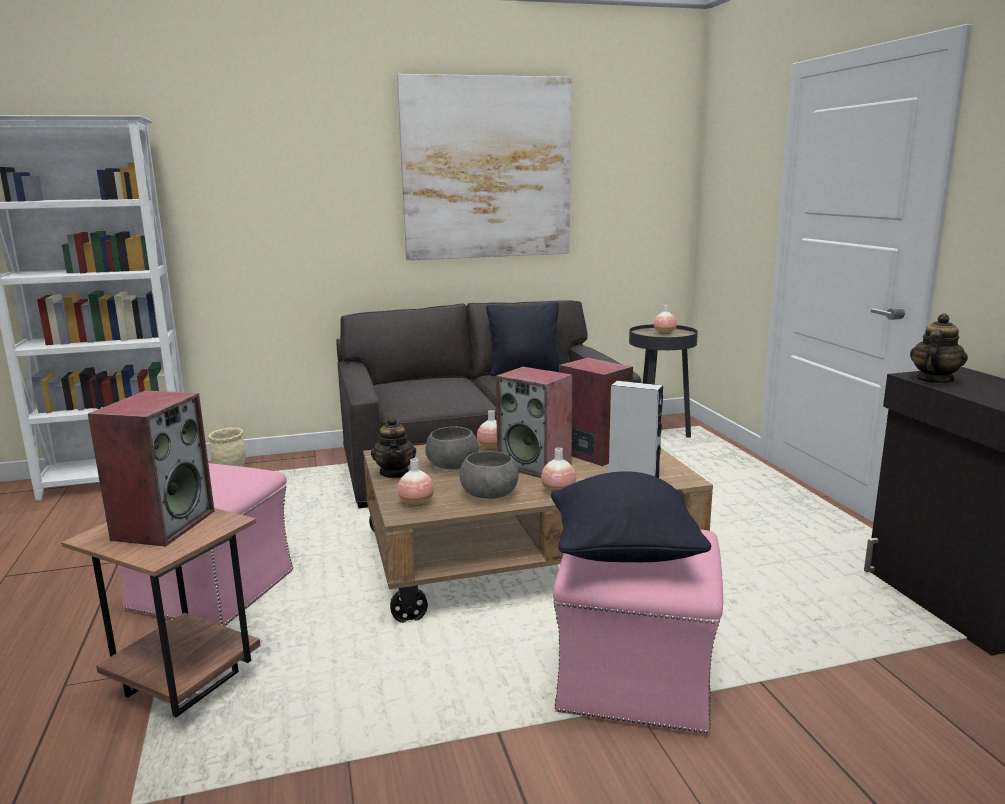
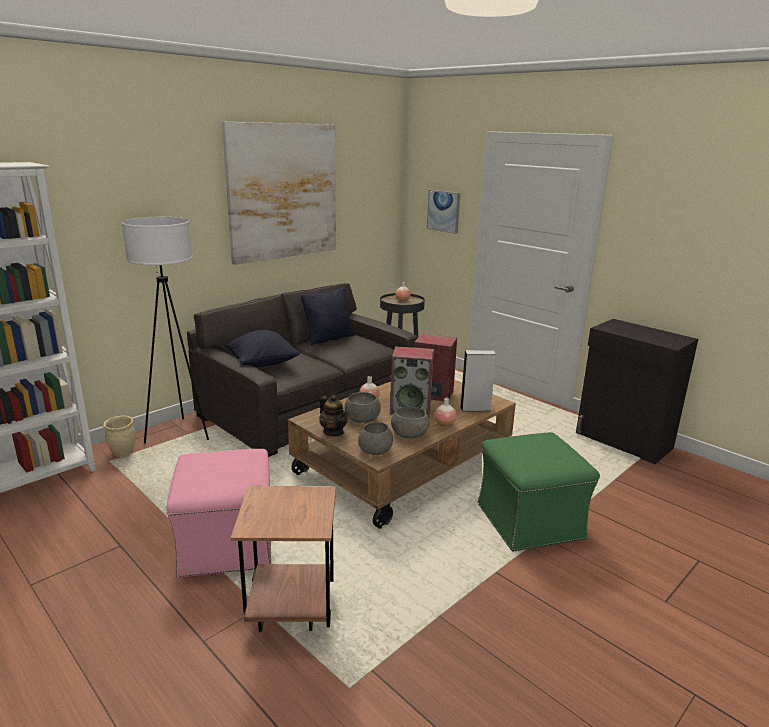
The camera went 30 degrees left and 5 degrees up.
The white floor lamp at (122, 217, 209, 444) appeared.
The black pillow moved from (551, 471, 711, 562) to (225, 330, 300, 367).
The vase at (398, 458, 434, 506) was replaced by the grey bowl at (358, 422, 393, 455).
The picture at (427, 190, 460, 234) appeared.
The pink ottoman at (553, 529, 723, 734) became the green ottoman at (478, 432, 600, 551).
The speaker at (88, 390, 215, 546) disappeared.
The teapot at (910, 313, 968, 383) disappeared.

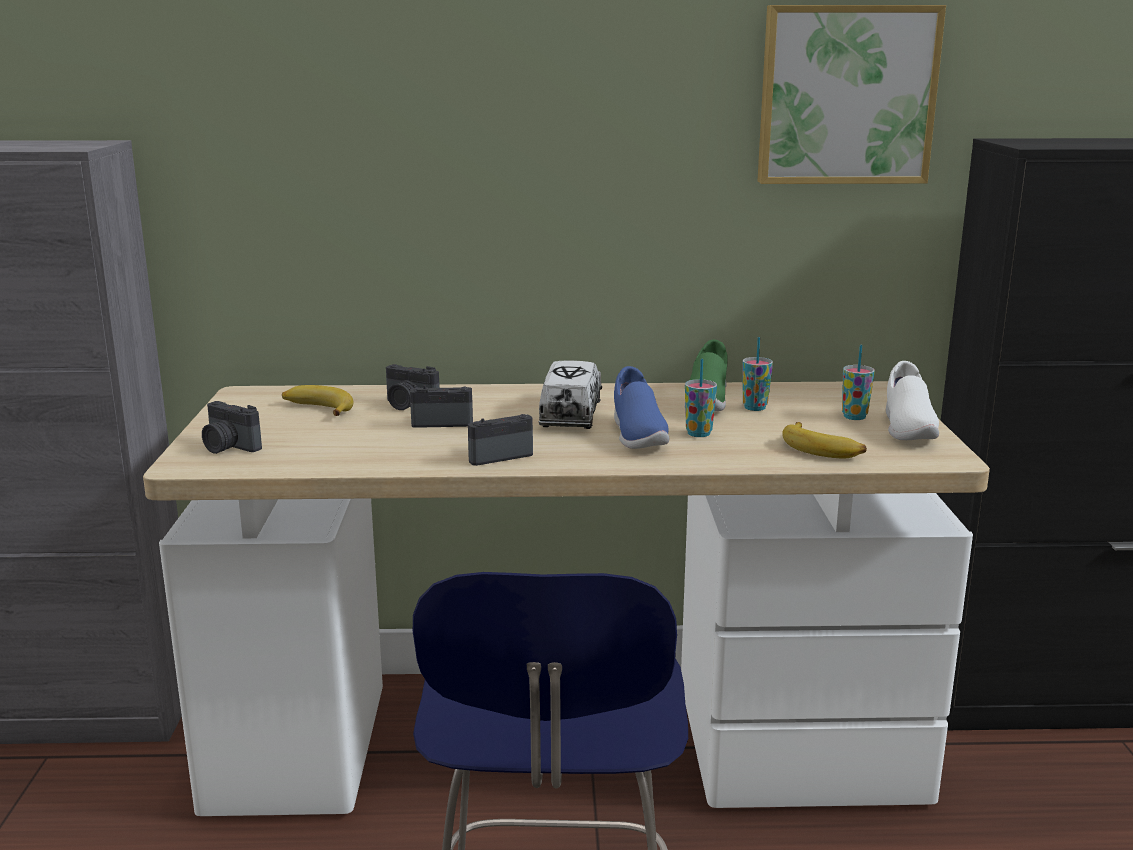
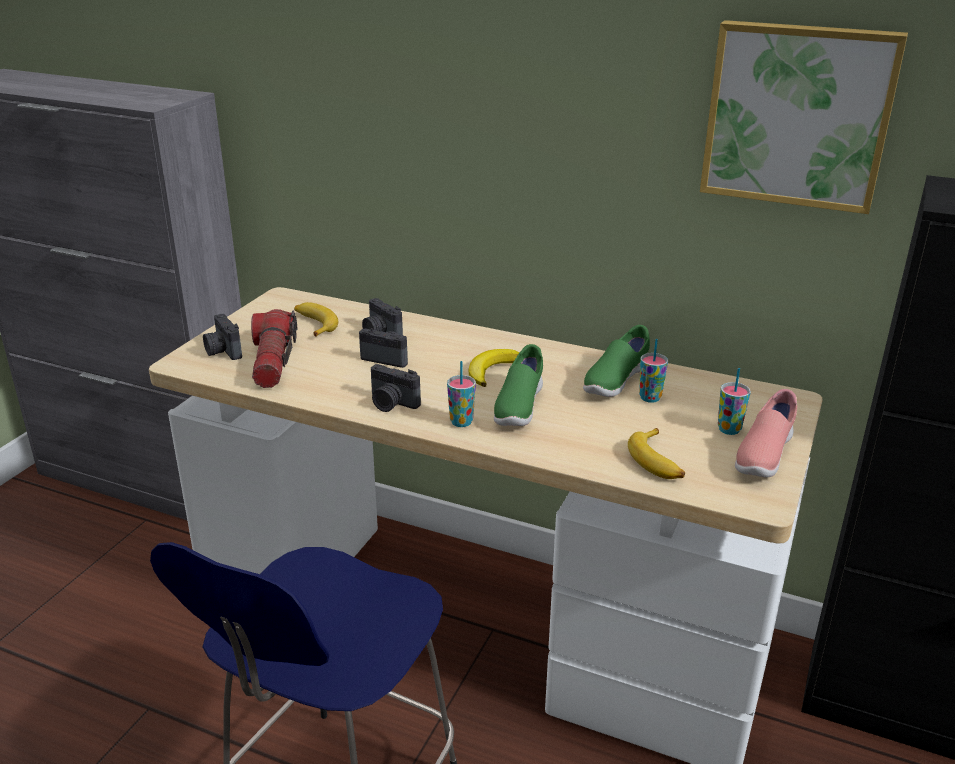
The camera went 25 degrees right and 10 degrees up.
The flashlight at (251, 309, 298, 388) appeared.
The photo camera at (468, 414, 533, 466) turned 150 degrees counterclockwise.
The cup moved from (685, 359, 717, 437) to (447, 361, 476, 427).
The toy truck at (539, 361, 602, 429) was replaced by the banana at (469, 349, 519, 387).
The blue shoe at (614, 366, 669, 449) became the green shoe at (494, 344, 543, 426).
The white shoe at (886, 361, 939, 440) became the pink shoe at (735, 389, 797, 477).

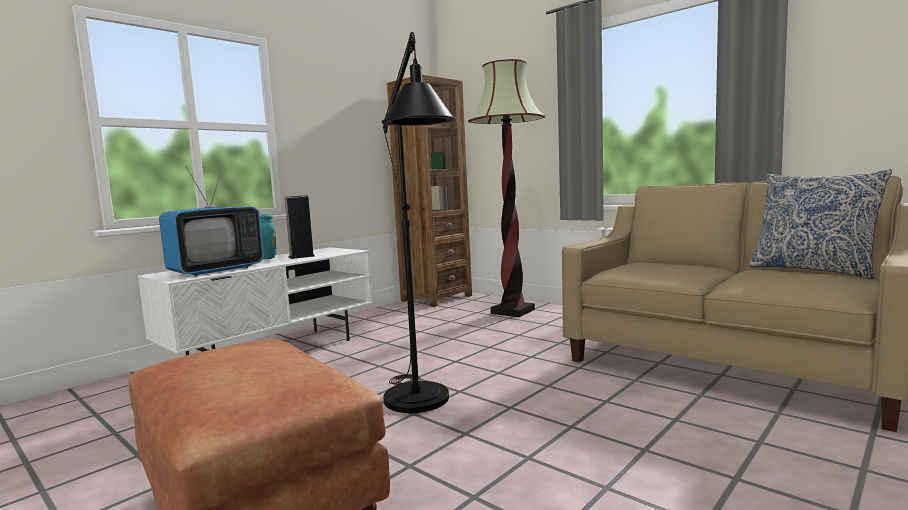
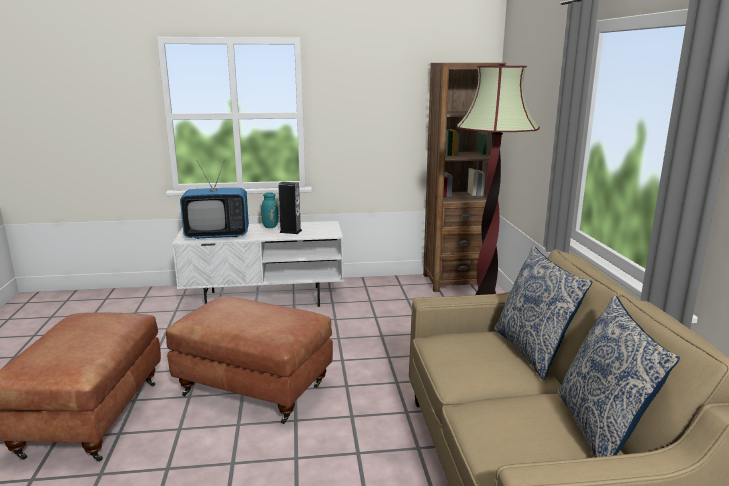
The camera went 40 degrees right and 10 degrees up.
The black floor lamp at (381, 32, 456, 413) was replaced by the brown ottoman at (166, 296, 333, 424).
The pillow at (494, 246, 592, 380) appeared.

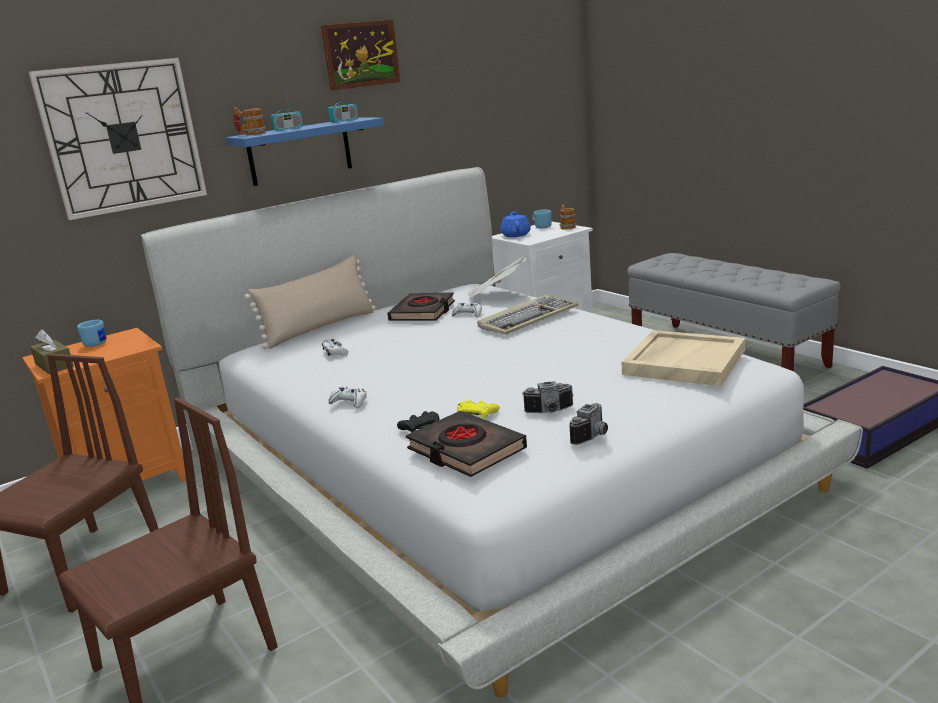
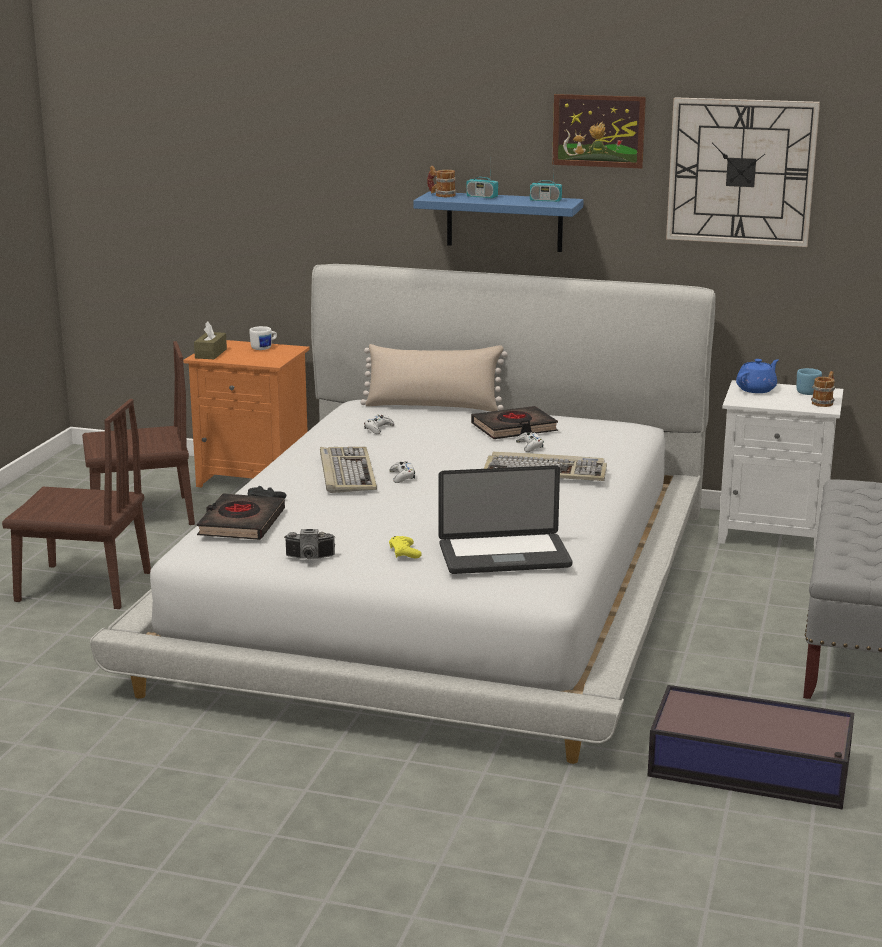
The camera went 50 degrees right and 0 degrees up.
The blue mug at (77, 320, 106, 347) became the white mug at (249, 326, 277, 350).
The keyboard at (320, 447, 377, 493) appeared.
The white game controller moved from (328, 387, 367, 408) to (389, 461, 415, 483).
The yellow game controller moved from (457, 399, 500, 419) to (389, 536, 422, 558).
The beige tray at (622, 330, 745, 386) was replaced by the laptop at (439, 465, 572, 574).
The wall clock moved from (28, 58, 207, 220) to (666, 97, 820, 247).
The newspaper at (468, 257, 527, 298) disappeared.
The photo camera at (522, 381, 573, 413) disappeared.

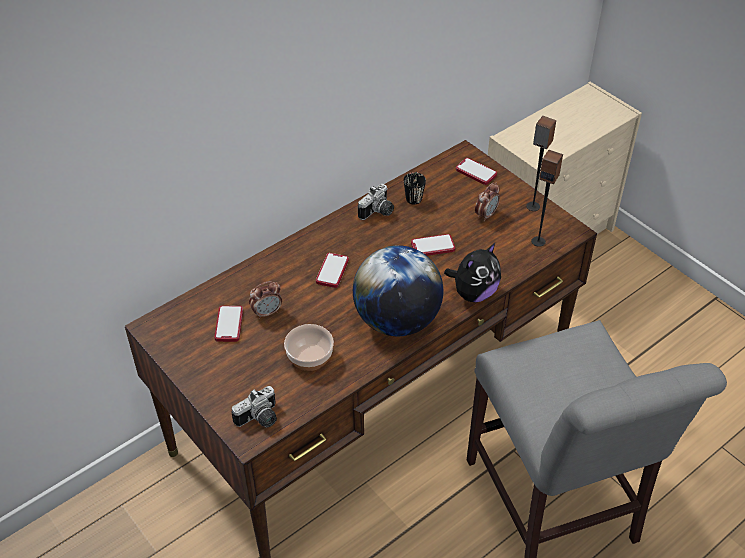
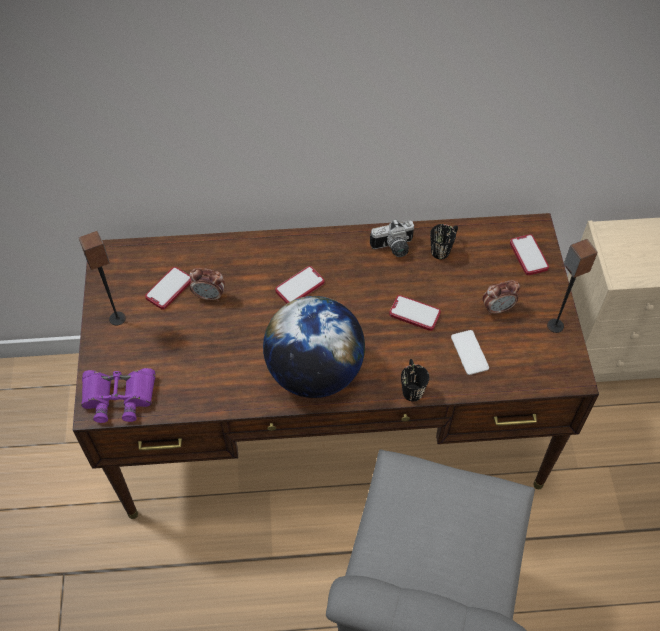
The camera went 35 degrees right and 10 degrees up.
The speaker moved from (531, 150, 563, 247) to (79, 231, 126, 325).
The photo camera at (231, 386, 277, 428) was replaced by the purple binoculars at (81, 368, 156, 423).
The plush toy at (444, 243, 501, 302) was replaced by the black mug at (401, 359, 429, 401).
The phone at (451, 330, 489, 375) appeared.
The bowl at (284, 324, 334, 371) disappeared.

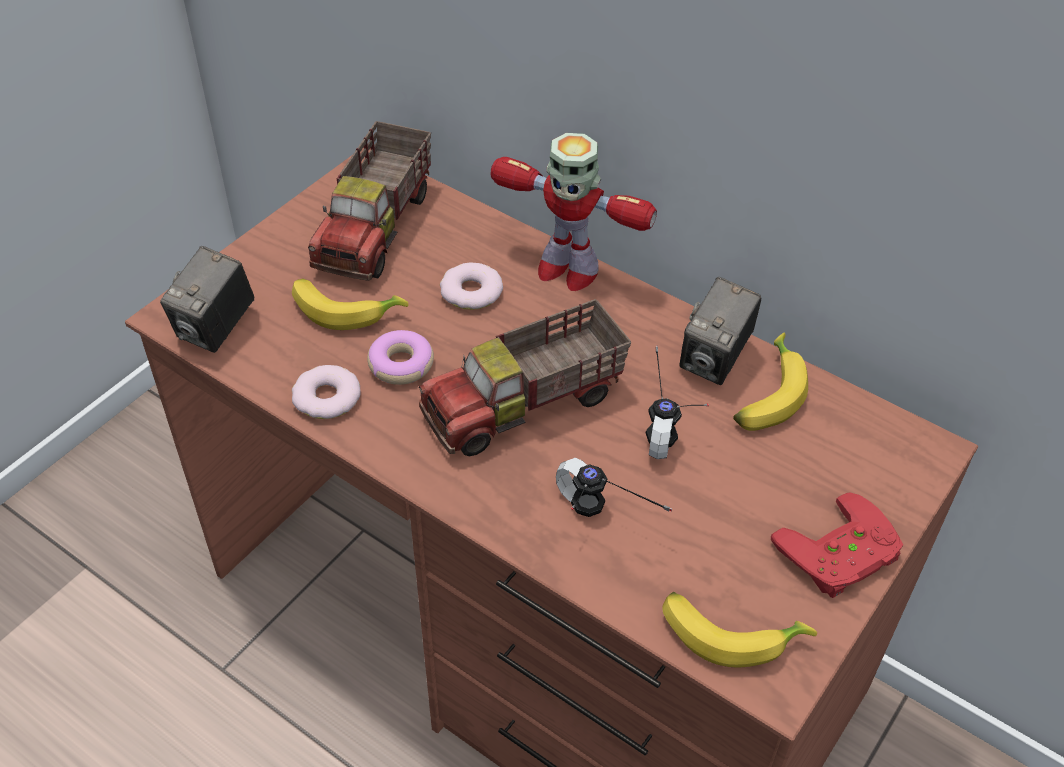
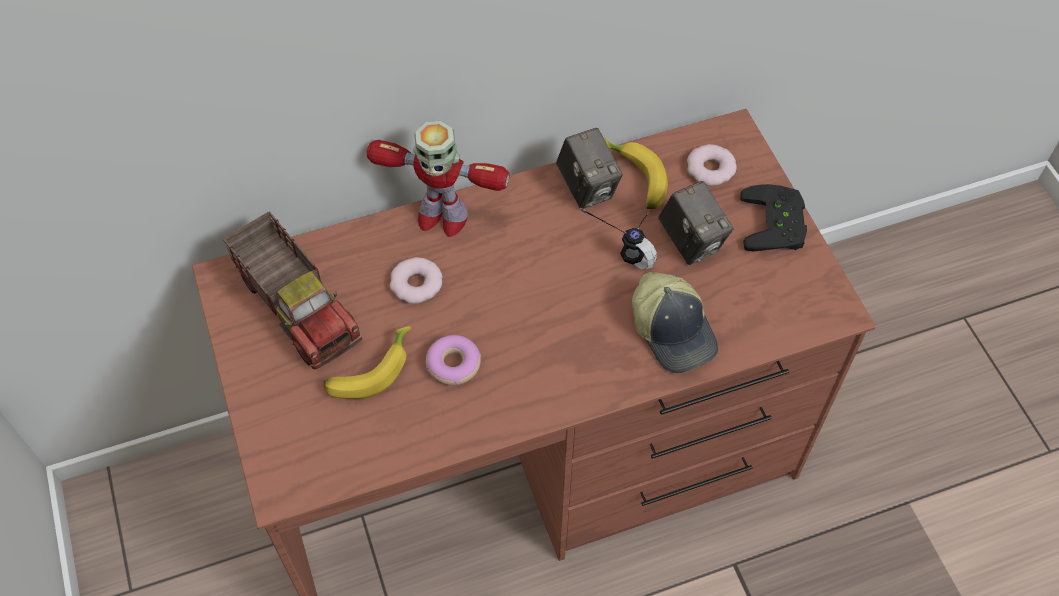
The camera went 55 degrees left and 10 degrees up.
The toy robot at (490, 133, 657, 291) turned 45 degrees clockwise.
The headphones at (556, 458, 672, 517) was replaced by the cap at (632, 272, 718, 373).
The photo camera moved from (160, 246, 254, 353) to (658, 181, 734, 265).
The donut moved from (292, 365, 361, 419) to (687, 144, 737, 186).
The red game controller at (771, 492, 903, 598) became the black game controller at (740, 184, 807, 252).
The toy truck at (419, 299, 631, 457) disappeared.
The banana at (662, 592, 817, 667) disappeared.

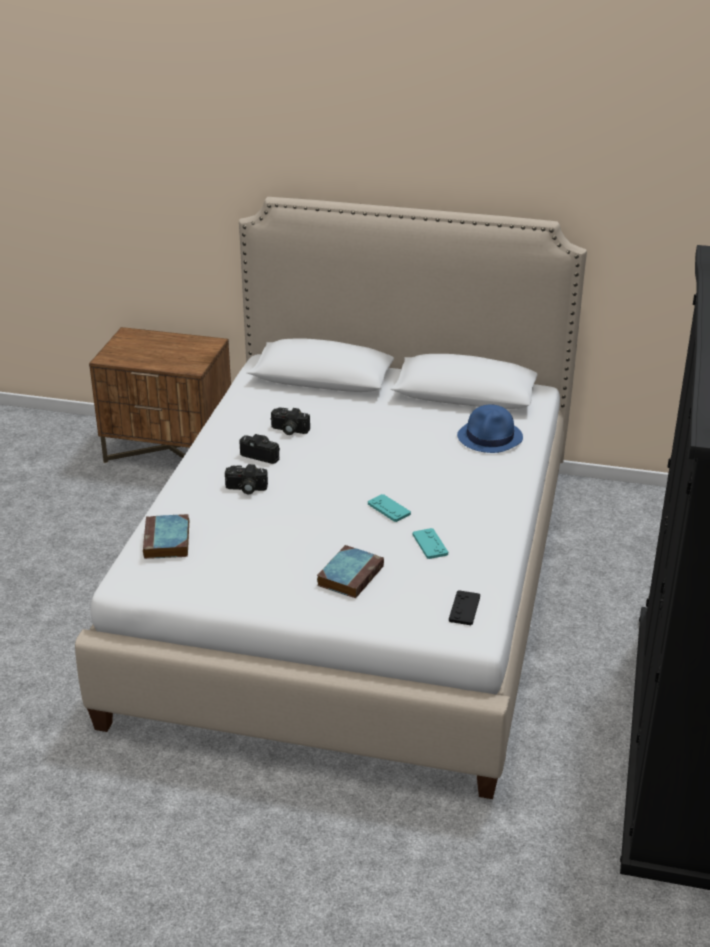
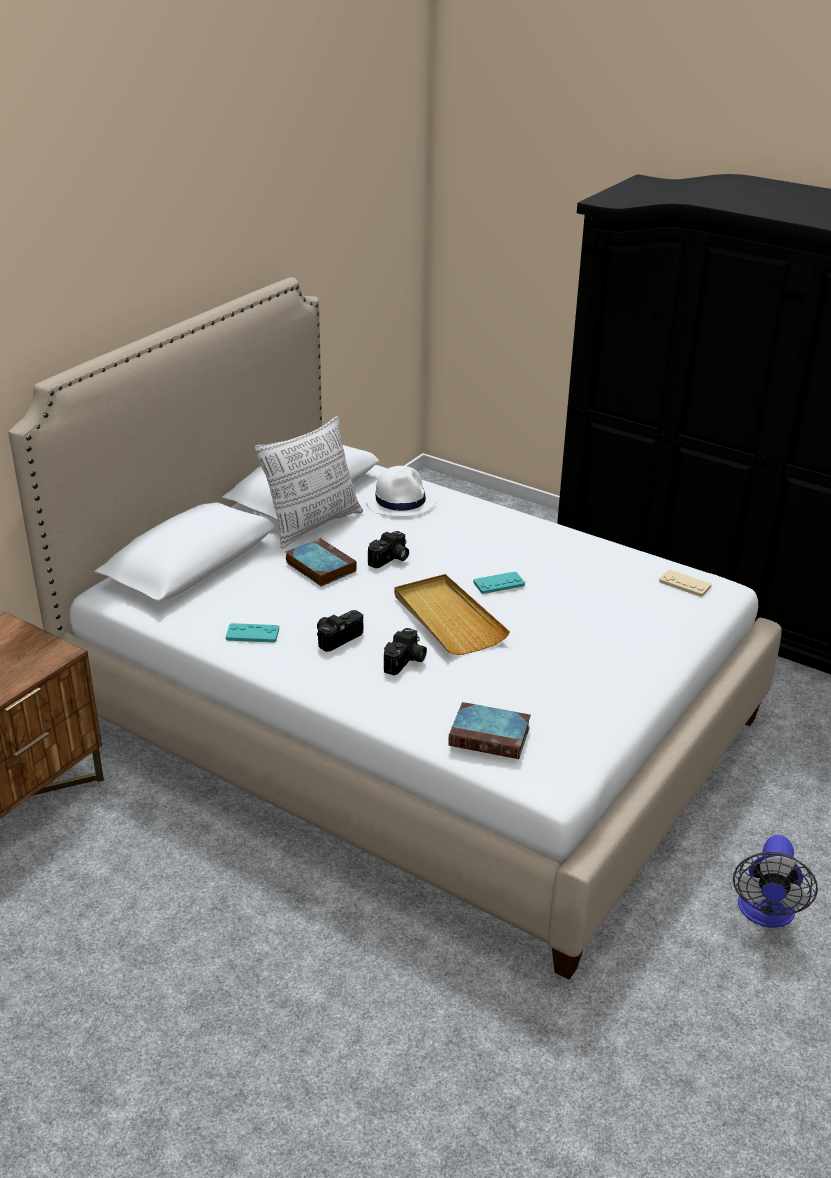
The camera went 70 degrees left and 0 degrees up.
The turquoise game controller moved from (413, 528, 448, 559) to (226, 623, 279, 643).
The pillow at (254, 416, 363, 549) appeared.
The book moved from (317, 545, 384, 598) to (286, 538, 357, 587).
The blue hat at (457, 404, 523, 453) became the white hat at (366, 466, 436, 517).
The photo camera moved from (271, 407, 310, 435) to (368, 531, 409, 569).
The beige tray at (394, 574, 510, 655) appeared.
The black game controller at (449, 590, 480, 625) became the beige game controller at (659, 570, 712, 597).
The fan at (733, 835, 818, 928) appeared.

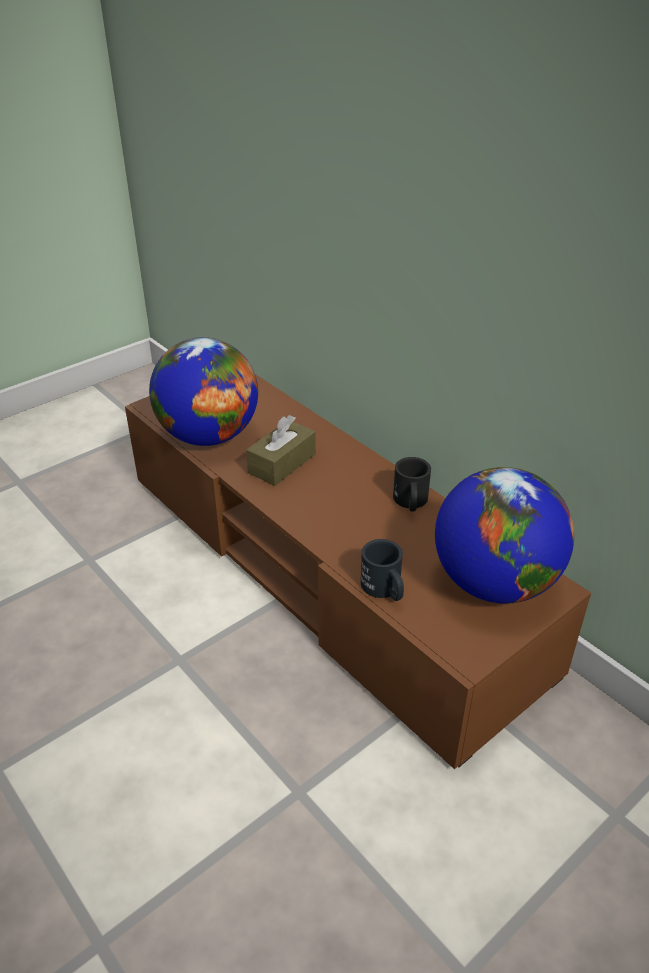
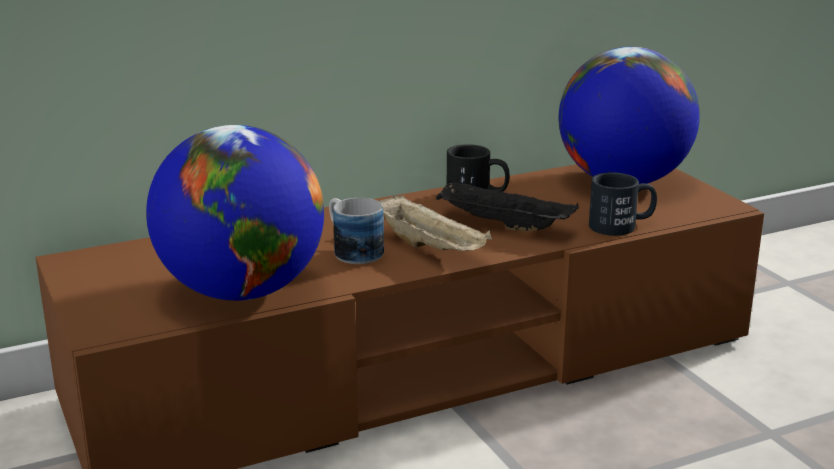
The camera went 75 degrees left and 15 degrees down.
The brown tissue box at (246, 415, 316, 486) was replaced by the mug at (329, 198, 384, 264).
The beige tray at (373, 195, 492, 251) appeared.
The black tray at (436, 181, 579, 231) appeared.

